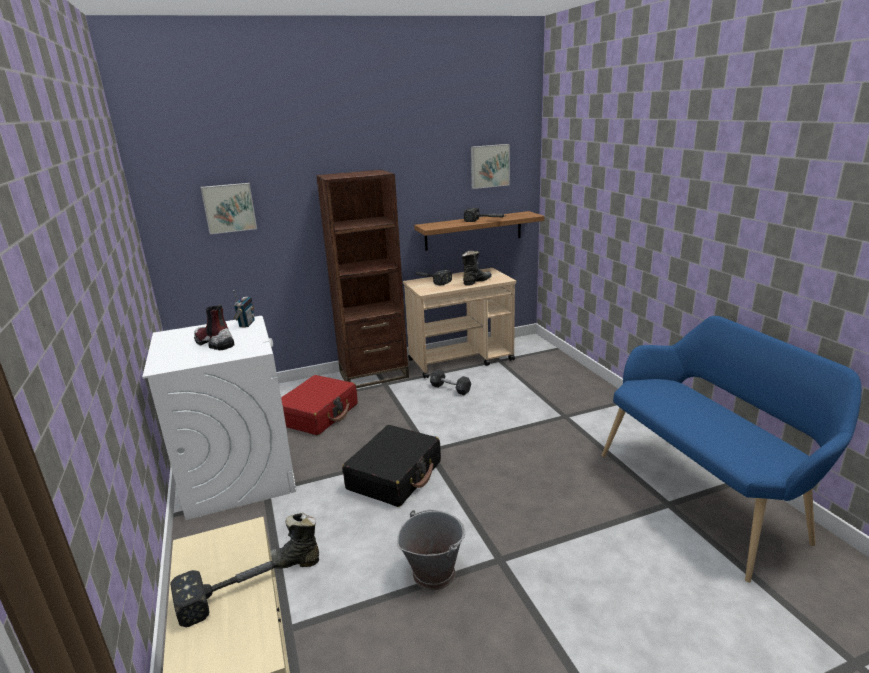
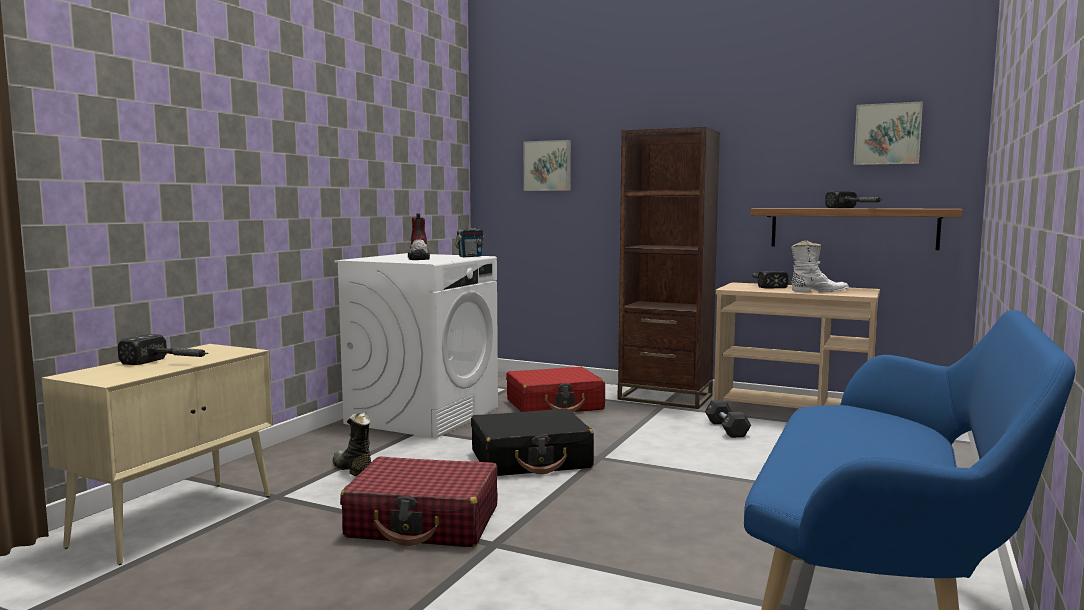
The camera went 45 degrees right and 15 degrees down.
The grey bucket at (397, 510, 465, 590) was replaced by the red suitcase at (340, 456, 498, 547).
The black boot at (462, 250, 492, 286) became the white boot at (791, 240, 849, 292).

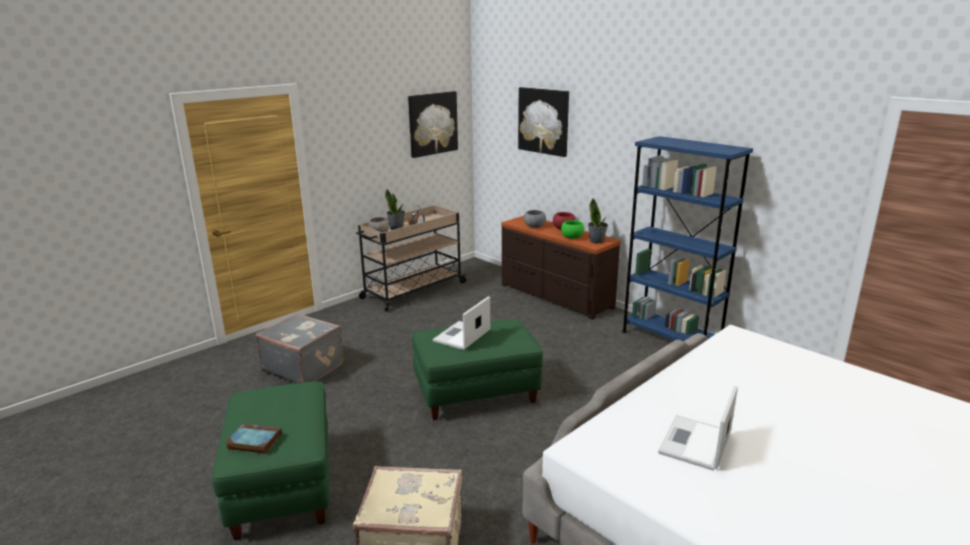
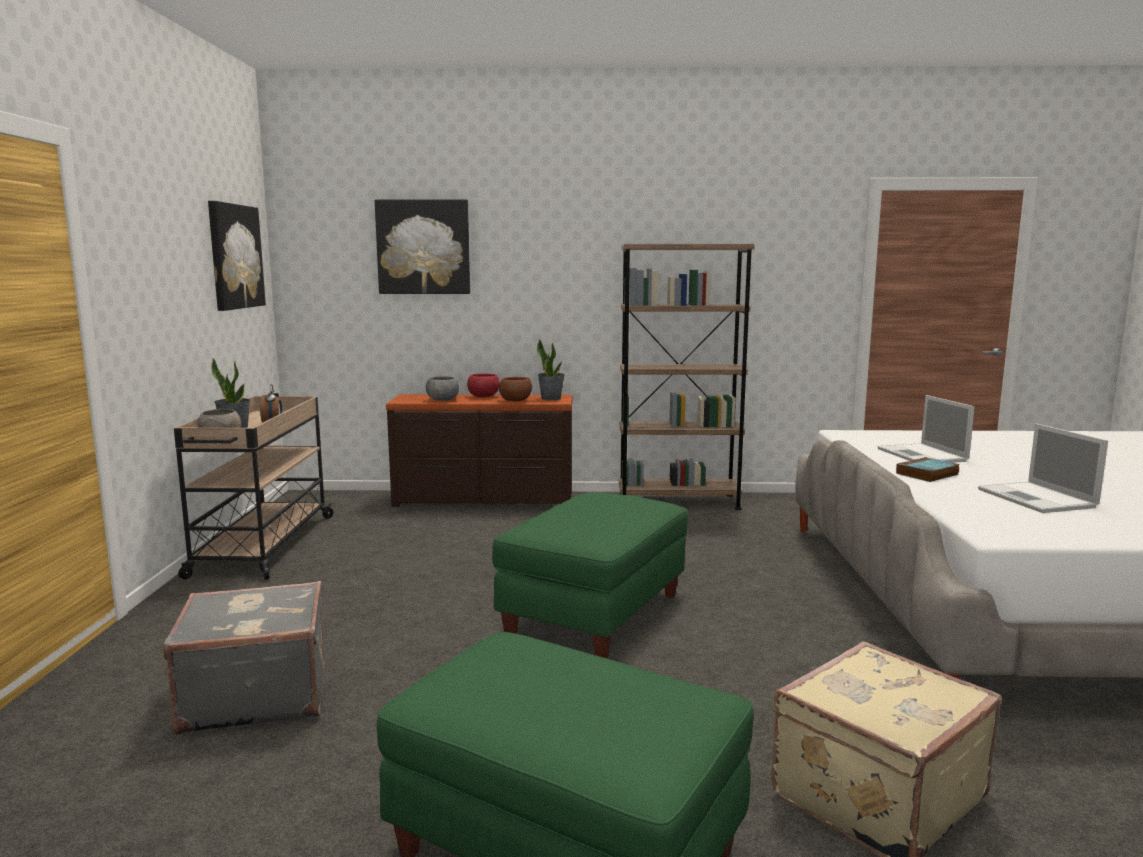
The camera went 45 degrees left and 10 degrees down.
The green bowl at (561, 220, 584, 239) became the brown bowl at (499, 377, 532, 401).
The blue bookcase at (622, 136, 753, 341) became the brown bookcase at (619, 244, 755, 510).
The laptop moved from (433, 296, 490, 350) to (878, 395, 975, 463).
The book moved from (226, 424, 282, 454) to (896, 457, 960, 482).

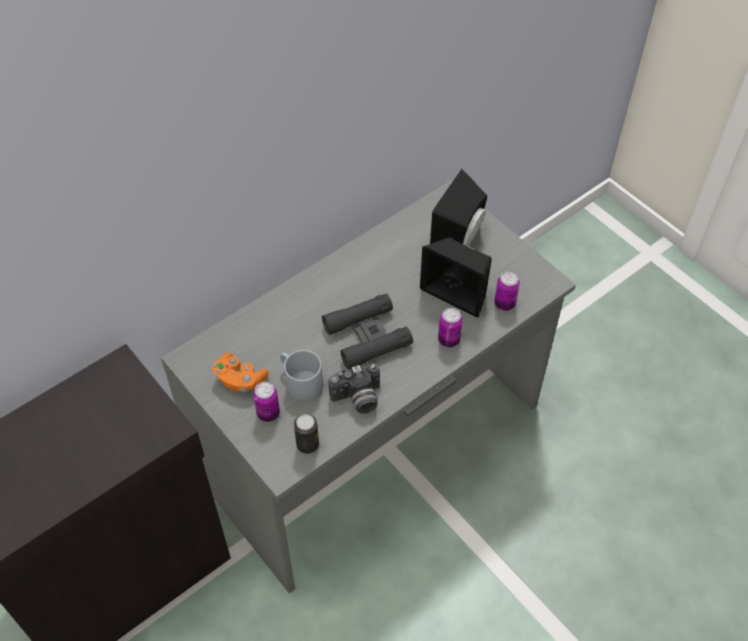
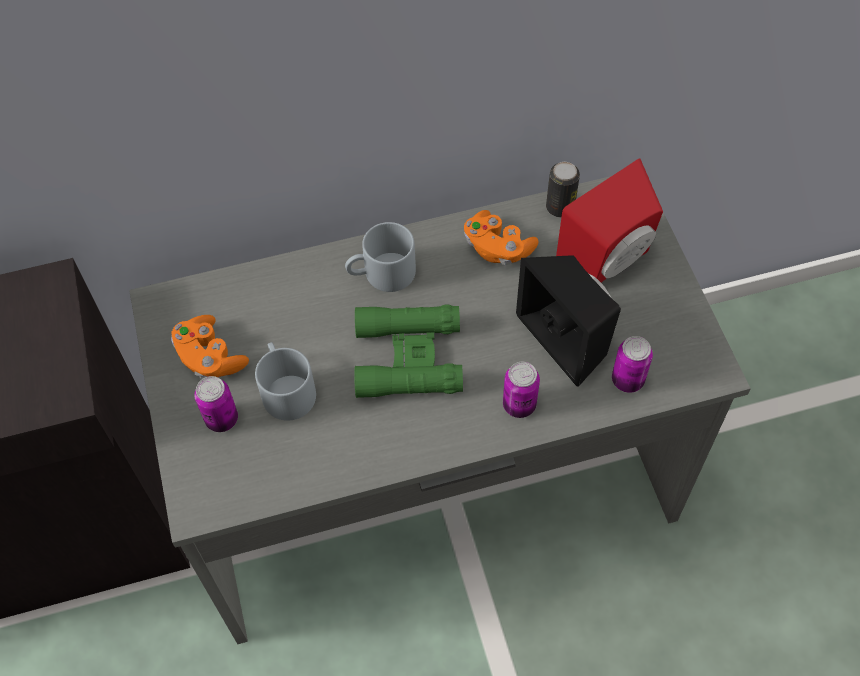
The camera went 25 degrees right and 5 degrees up.
The grey mug at (345, 222, 416, 292) appeared.
The black binoculars at (322, 294, 413, 370) became the green binoculars at (354, 304, 463, 398).
The orange game controller at (464, 210, 538, 265) appeared.
The can moved from (294, 414, 319, 454) to (546, 162, 580, 218).
The black speaker at (430, 169, 487, 246) became the red speaker at (556, 158, 663, 283).
The photo camera at (328, 363, 380, 414) disappeared.

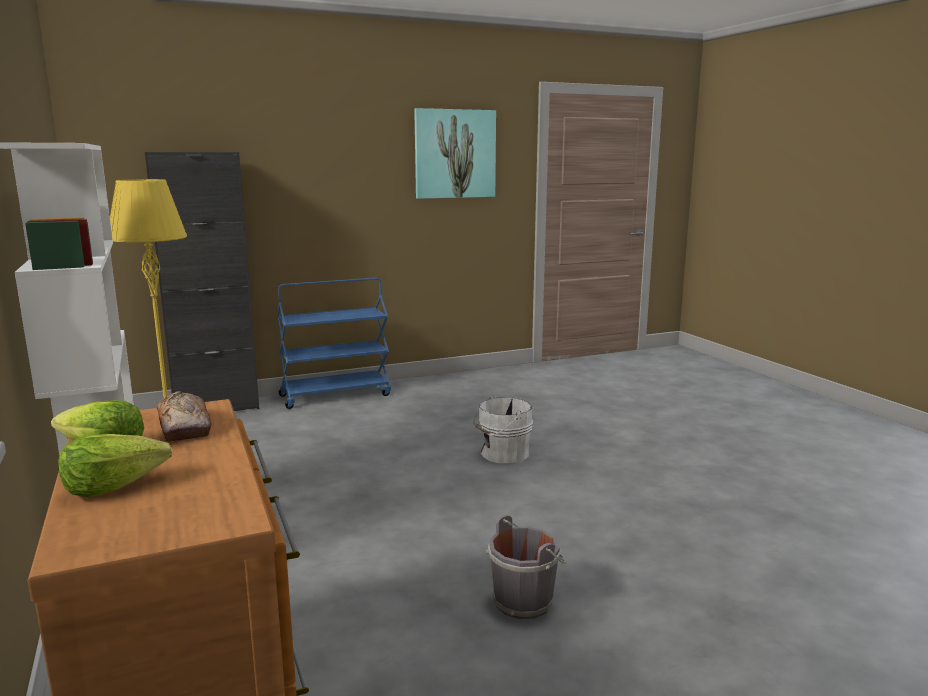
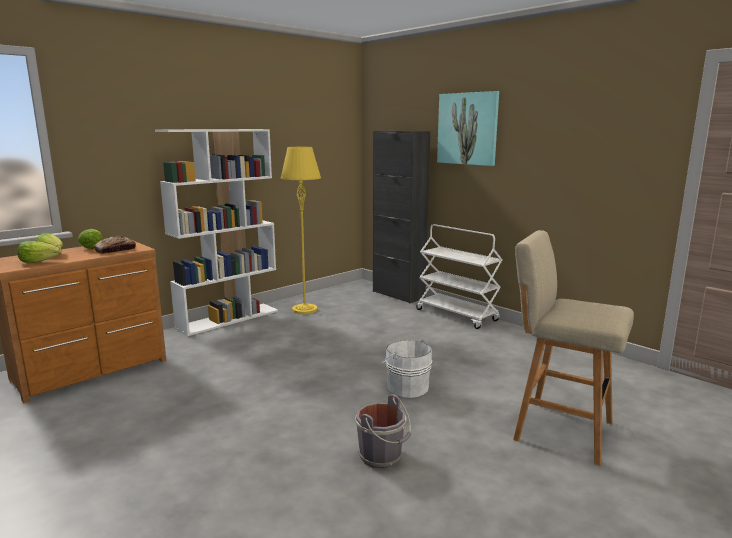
The camera went 70 degrees right and 0 degrees up.
The lettuce at (17, 241, 62, 263) appeared.
The grey bucket moved from (486, 515, 566, 619) to (355, 394, 411, 469).
The blue cart at (277, 278, 391, 409) became the white cart at (416, 224, 502, 329).
The picture moved from (414, 108, 496, 199) to (437, 91, 499, 166).
The beige stool at (513, 230, 634, 465) appeared.

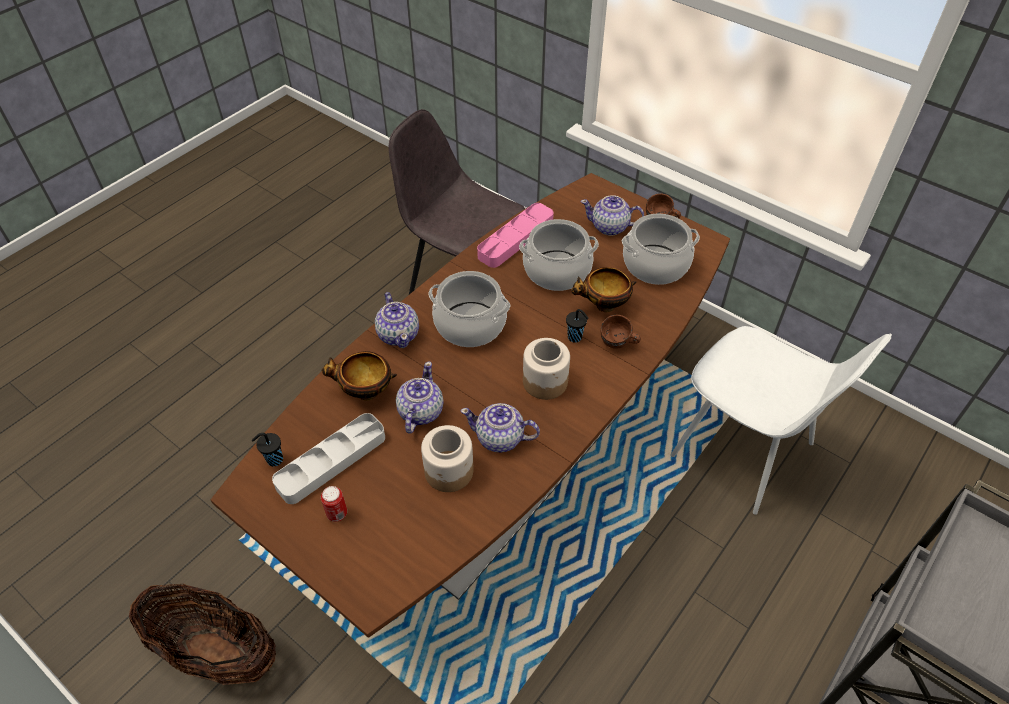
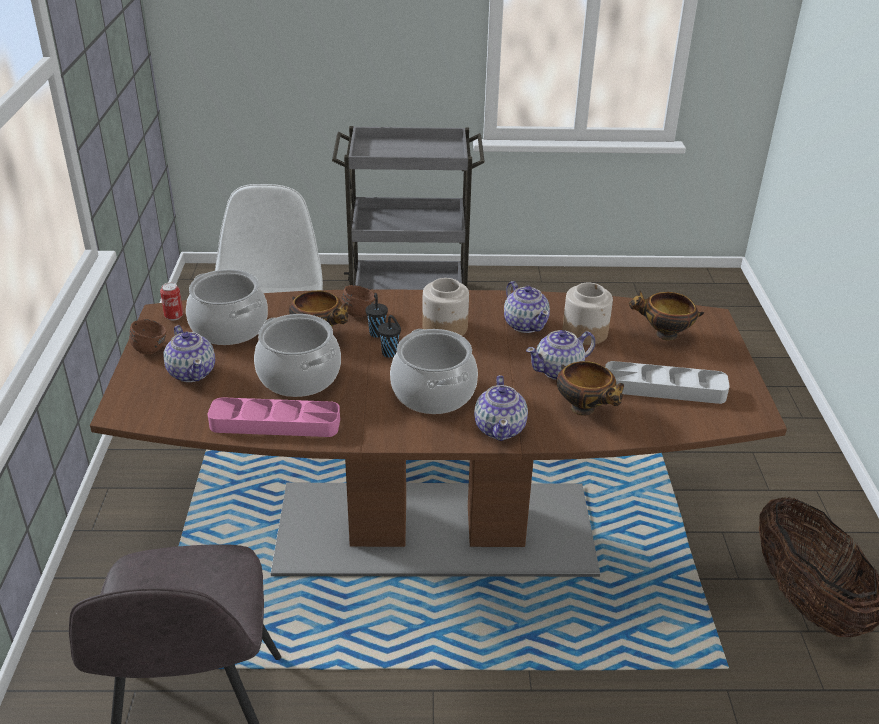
The camera went 130 degrees left and 15 degrees down.
The can moved from (321, 486, 347, 522) to (160, 283, 183, 321).
The black cup moved from (252, 433, 283, 466) to (378, 315, 401, 358).
The teapot at (375, 292, 419, 348) turned 150 degrees clockwise.
The bowl at (629, 290, 704, 341) appeared.

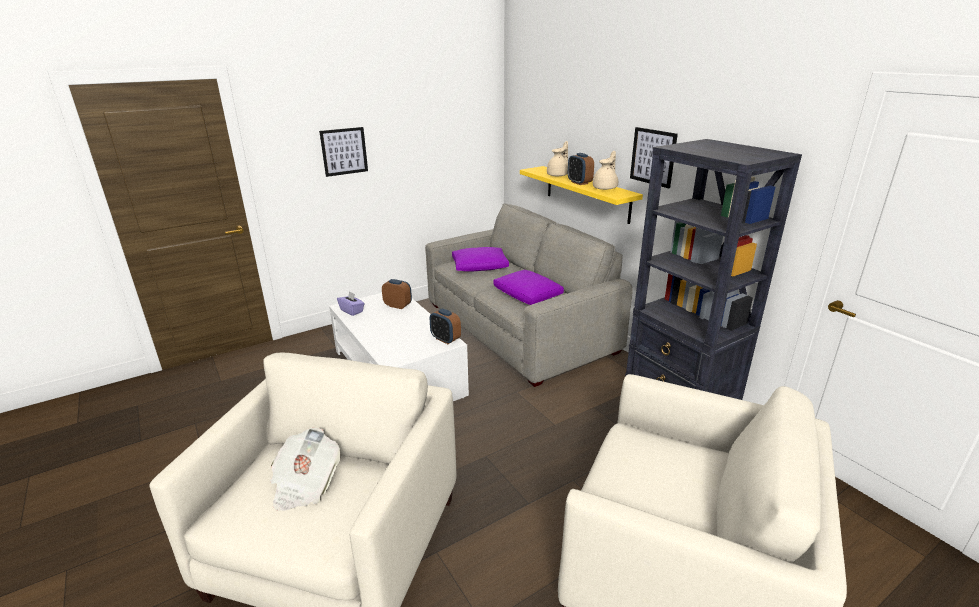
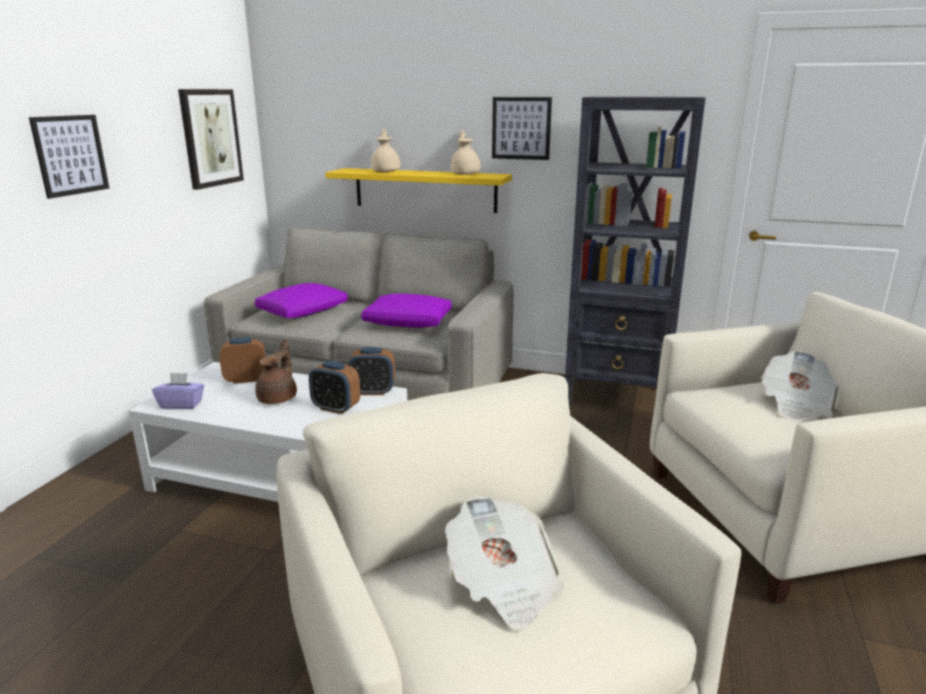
The camera went 40 degrees left and 5 degrees down.
The picture at (178, 89, 244, 190) appeared.
The brown teapot at (255, 339, 297, 404) appeared.
The alarm clock moved from (568, 153, 594, 185) to (309, 361, 360, 414).
The newspaper at (761, 350, 840, 419) appeared.

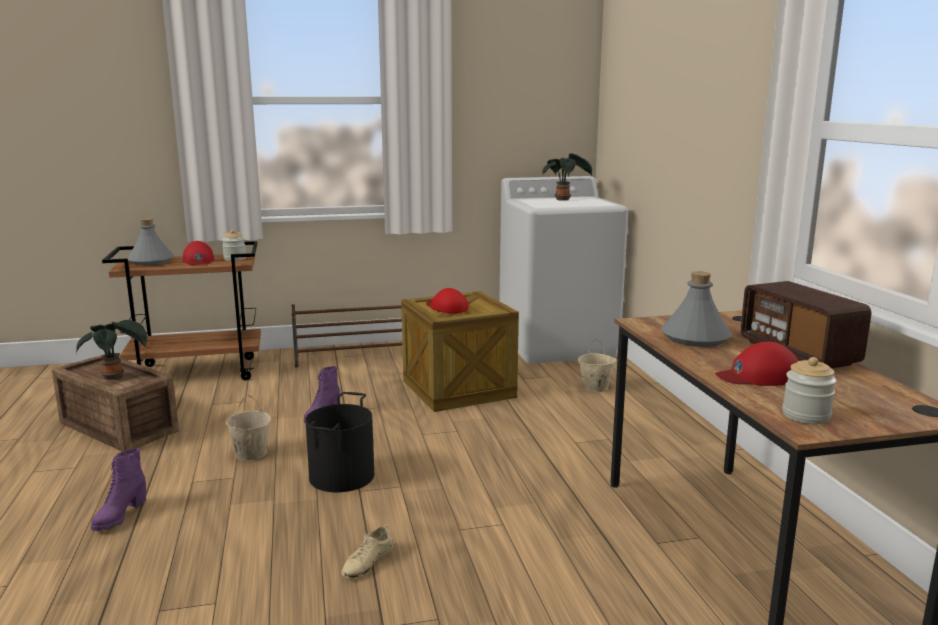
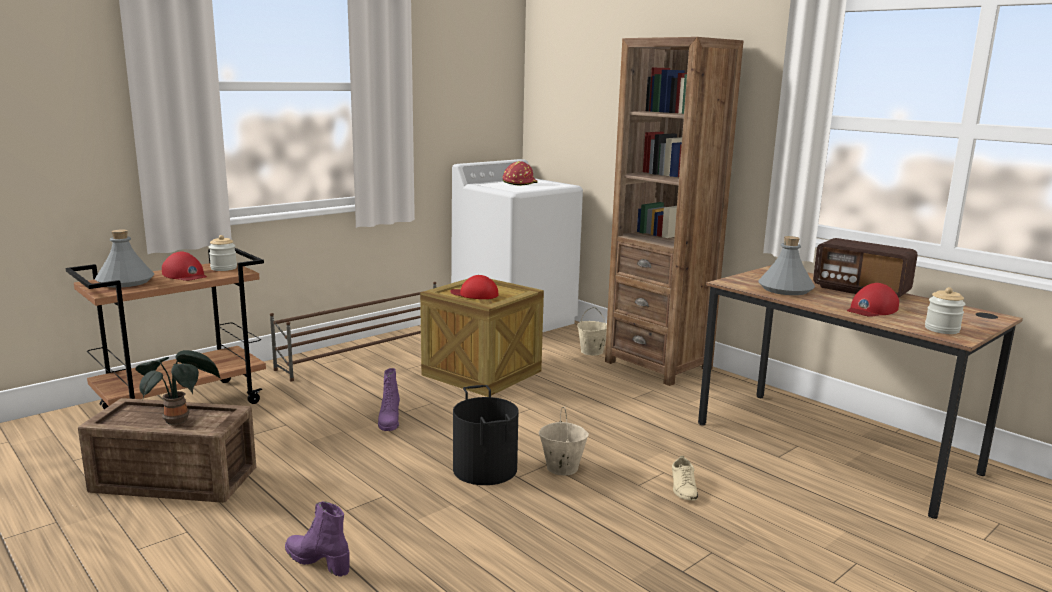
The camera went 30 degrees left and 0 degrees up.
The purple boot at (91, 448, 146, 531) turned 135 degrees clockwise.
The potted plant at (542, 153, 593, 201) was replaced by the red hard hat at (502, 161, 537, 186).
The beige bucket moved from (226, 395, 271, 461) to (539, 407, 589, 475).
The brown bookcase at (605, 37, 743, 386) appeared.
The beige shoe moved from (341, 524, 393, 579) to (672, 456, 698, 501).

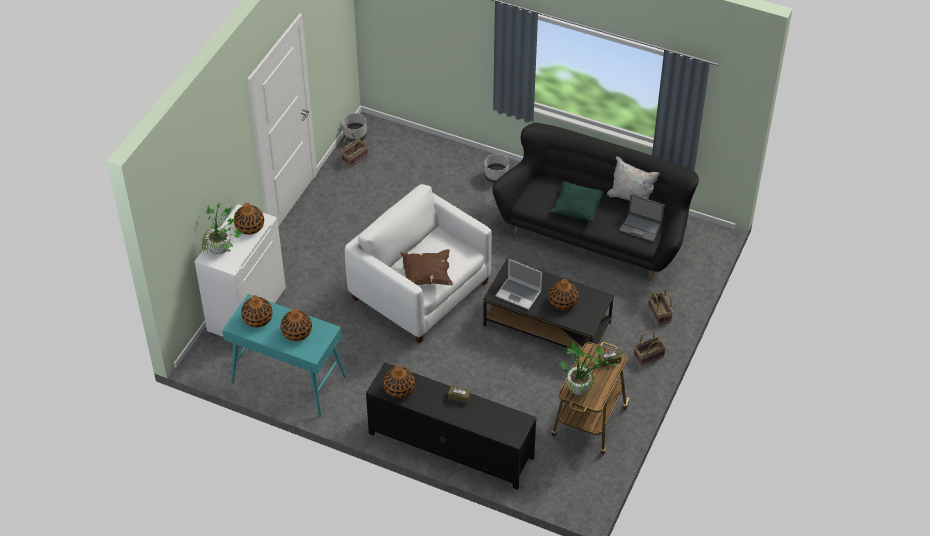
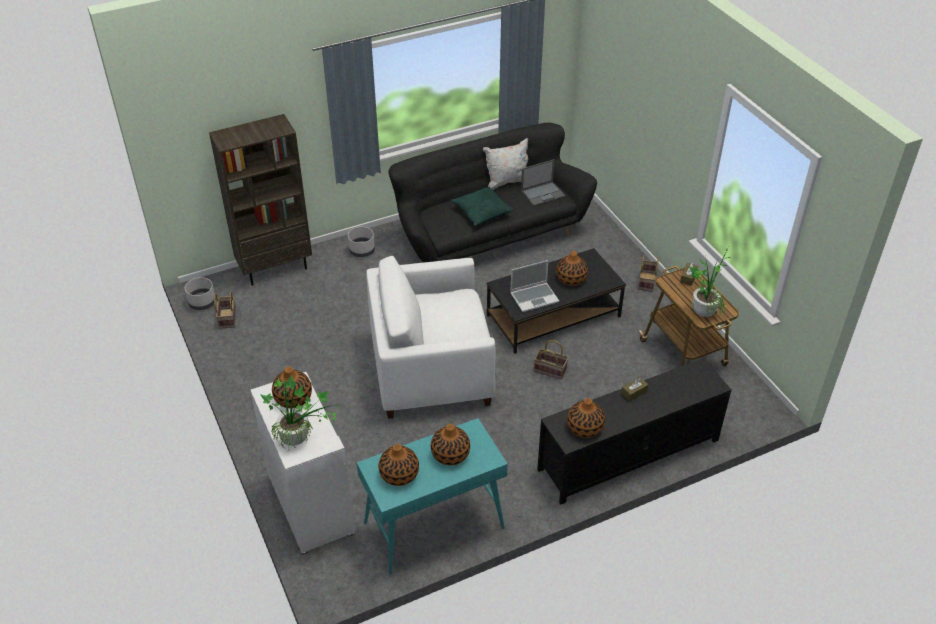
The camera went 50 degrees left and 5 degrees down.
The brown bookcase at (209, 114, 312, 286) appeared.
The basket moved from (648, 289, 673, 325) to (534, 340, 568, 380).
The brown pillow at (400, 249, 453, 285) disappeared.

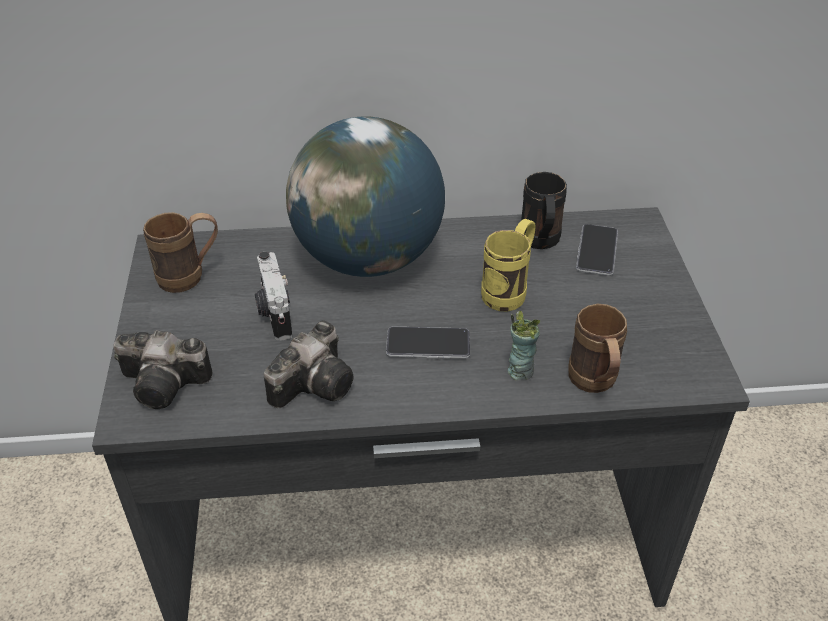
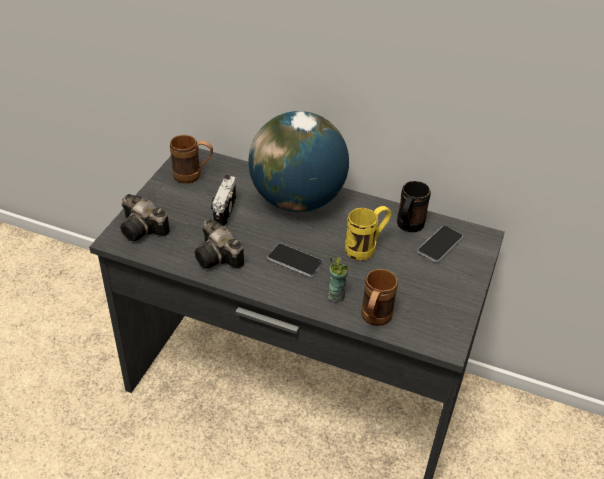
The camera went 25 degrees right and 0 degrees up.
The photo camera at (264, 321, 354, 408) turned 75 degrees clockwise.

